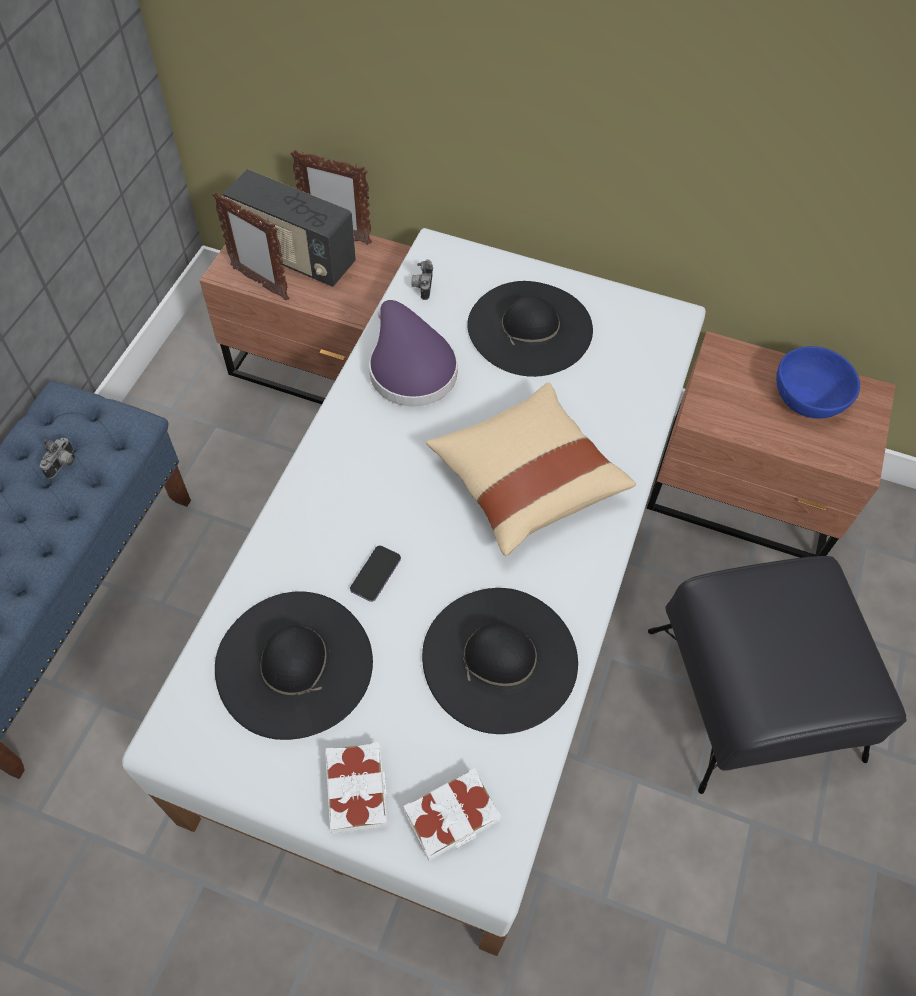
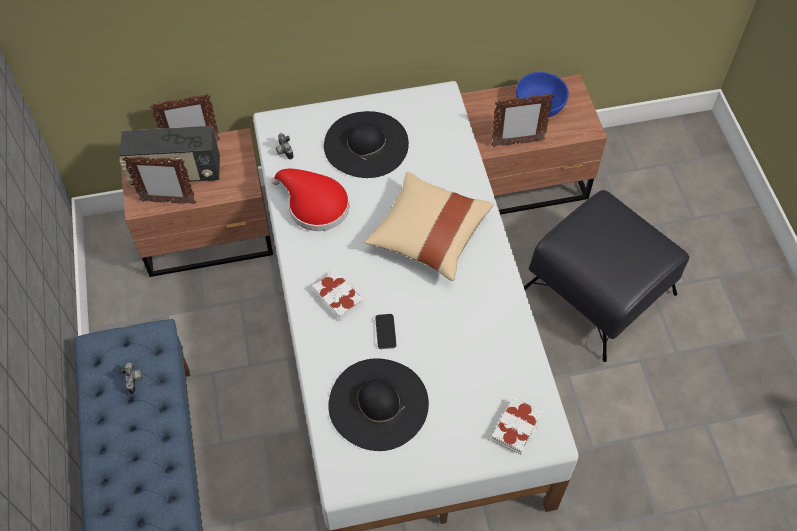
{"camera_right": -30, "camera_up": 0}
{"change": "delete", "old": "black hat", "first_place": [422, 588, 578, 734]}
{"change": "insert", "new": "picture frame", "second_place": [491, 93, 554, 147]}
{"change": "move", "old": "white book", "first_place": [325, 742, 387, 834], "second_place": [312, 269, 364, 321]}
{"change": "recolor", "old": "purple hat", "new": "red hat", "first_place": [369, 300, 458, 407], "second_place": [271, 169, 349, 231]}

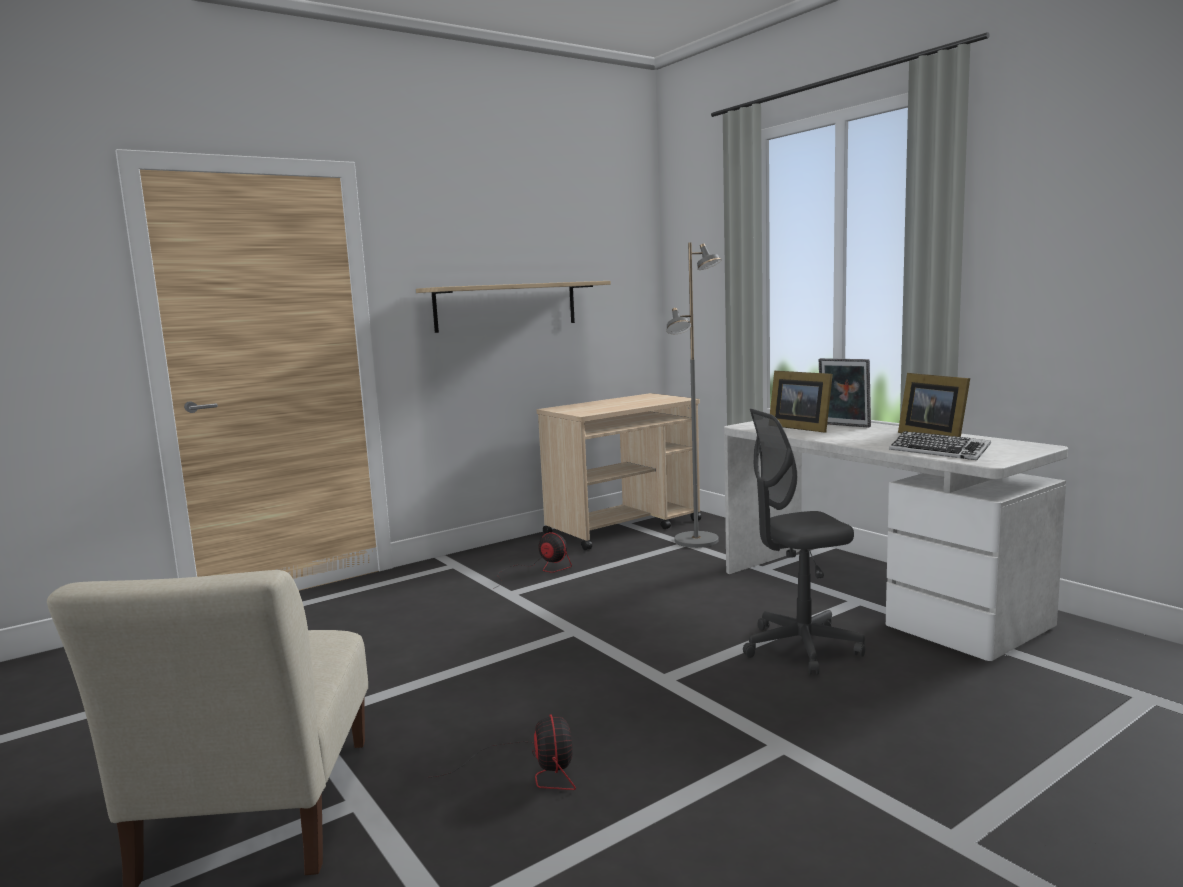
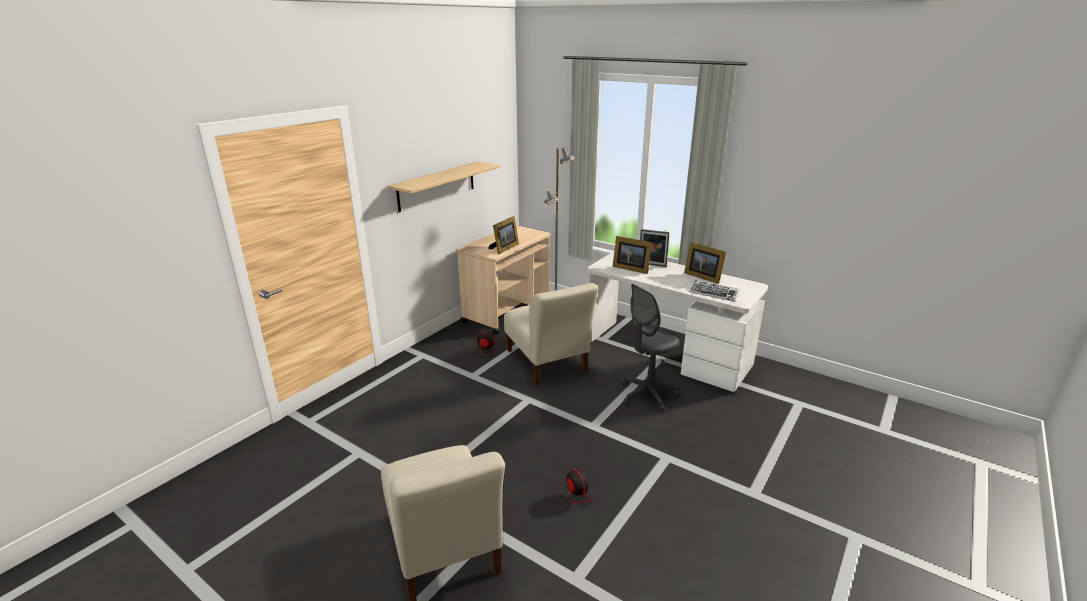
{"camera_right": -20, "camera_up": 15}
{"change": "insert", "new": "picture frame", "second_place": [488, 216, 519, 254]}
{"change": "insert", "new": "beige chair", "second_place": [504, 283, 599, 386]}

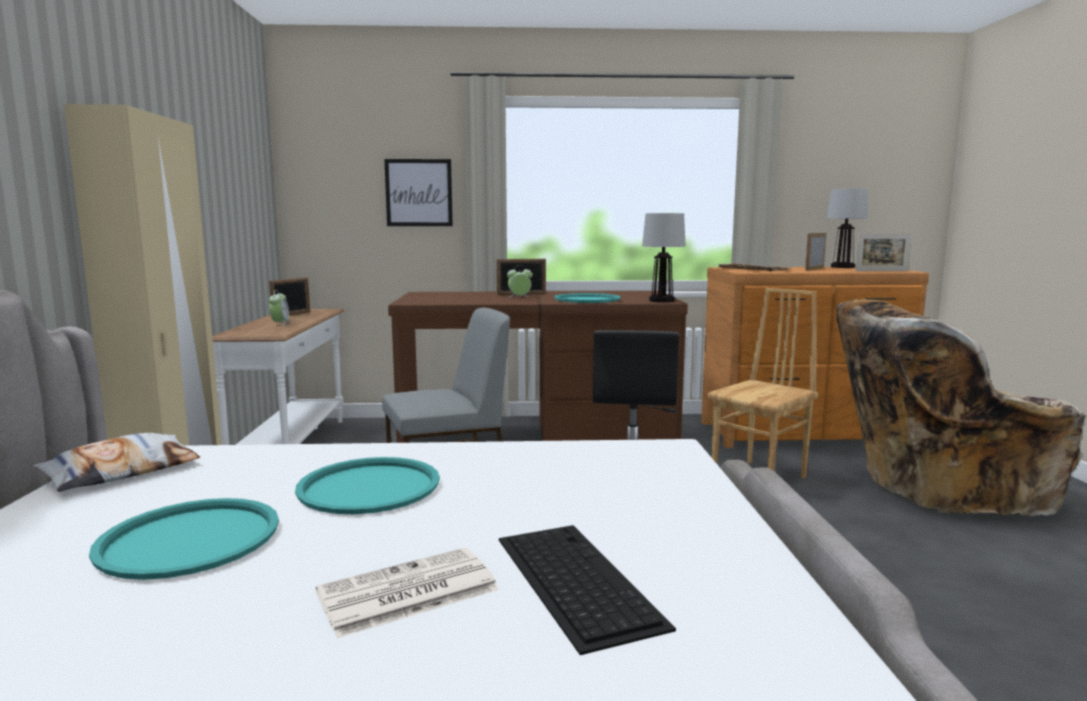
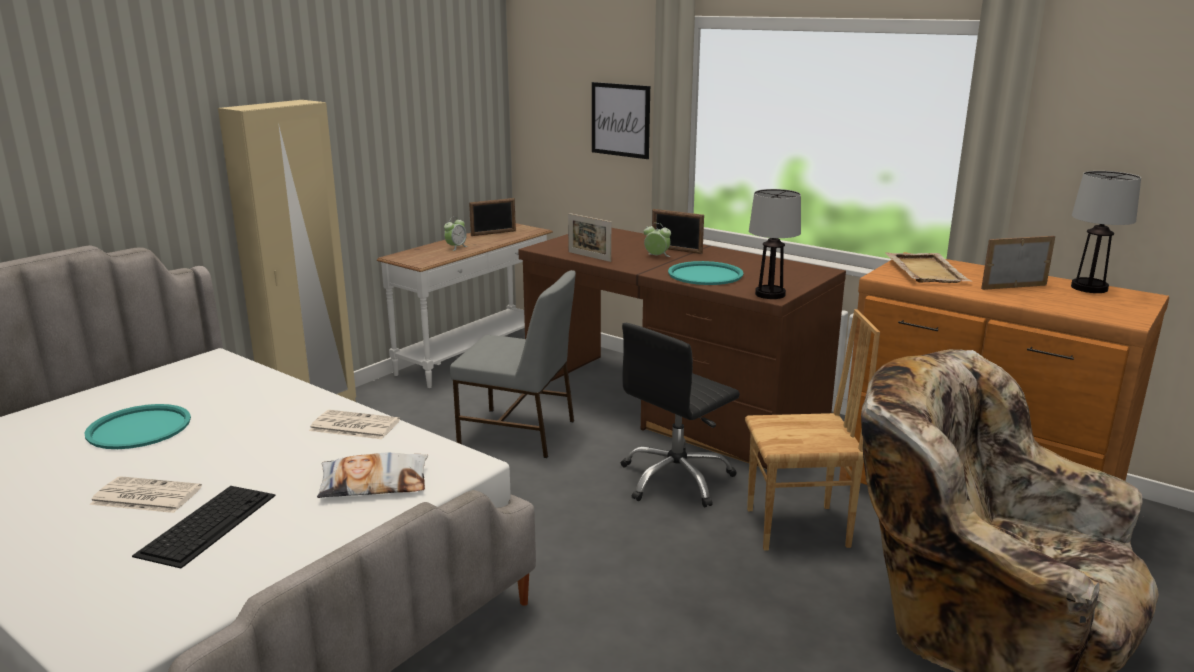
{"camera_right": 40, "camera_up": 10}
{"change": "delete", "old": "turquoise tray", "first_place": [295, 457, 440, 514]}
{"change": "insert", "new": "newspaper", "second_place": [309, 410, 400, 439]}
{"change": "move", "old": "pillow", "first_place": [33, 433, 200, 492], "second_place": [317, 452, 428, 498]}
{"change": "move", "old": "picture frame", "first_place": [855, 233, 912, 271], "second_place": [568, 213, 611, 262]}

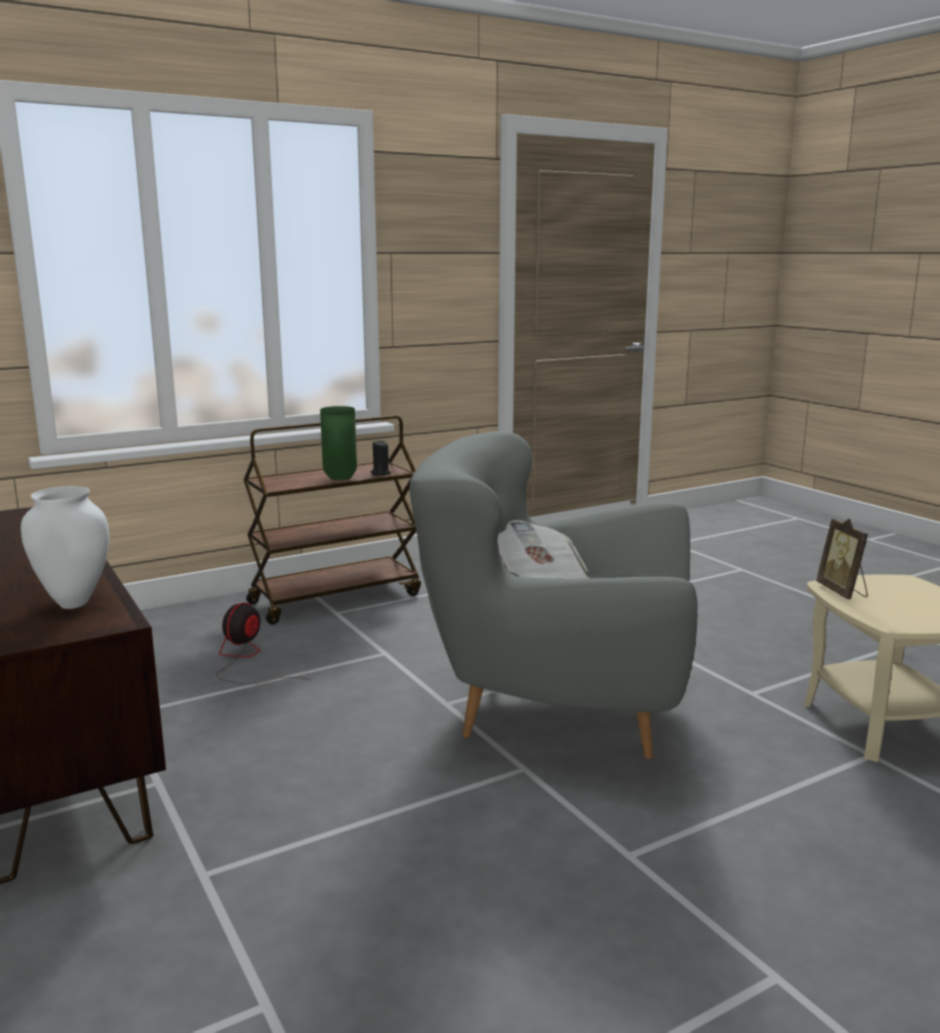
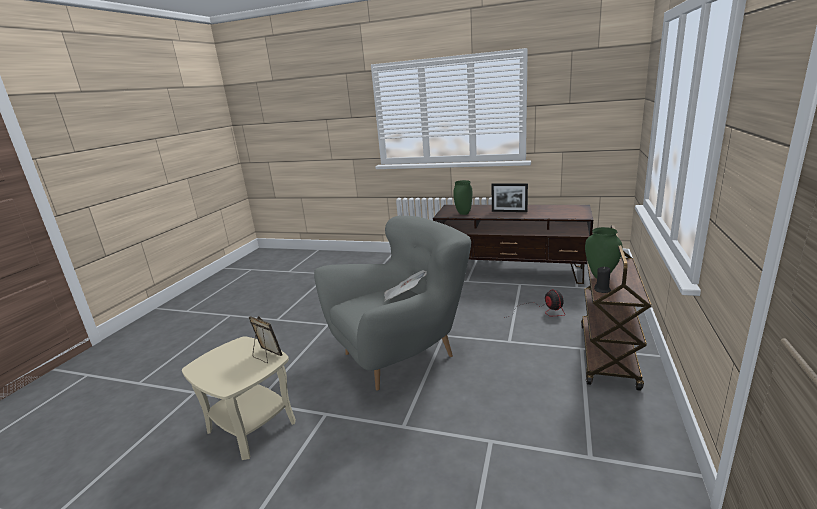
{"camera_right": 140, "camera_up": 5}
{"change": "insert", "new": "picture frame", "second_place": [491, 183, 528, 212]}
{"change": "recolor", "old": "white vase", "new": "green vase", "first_place": [21, 486, 109, 609], "second_place": [453, 180, 472, 215]}

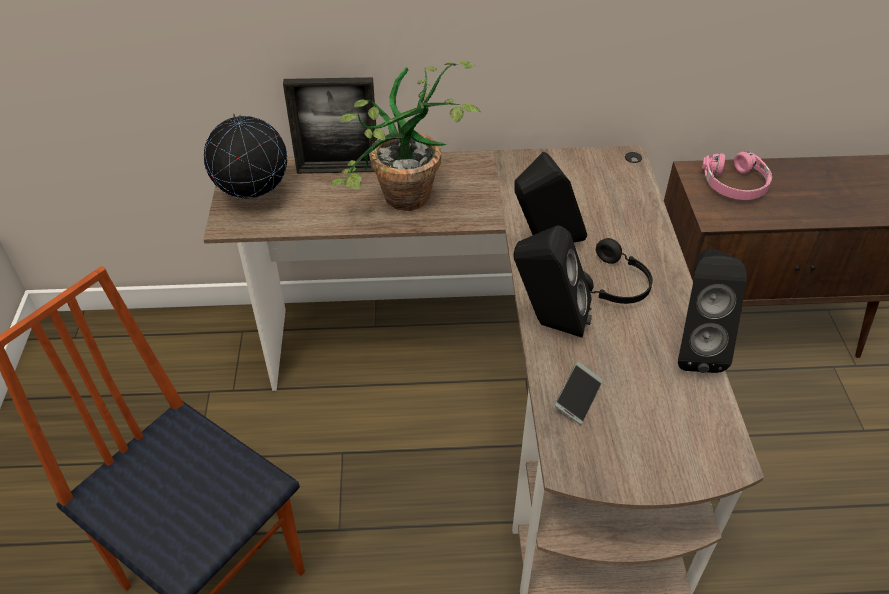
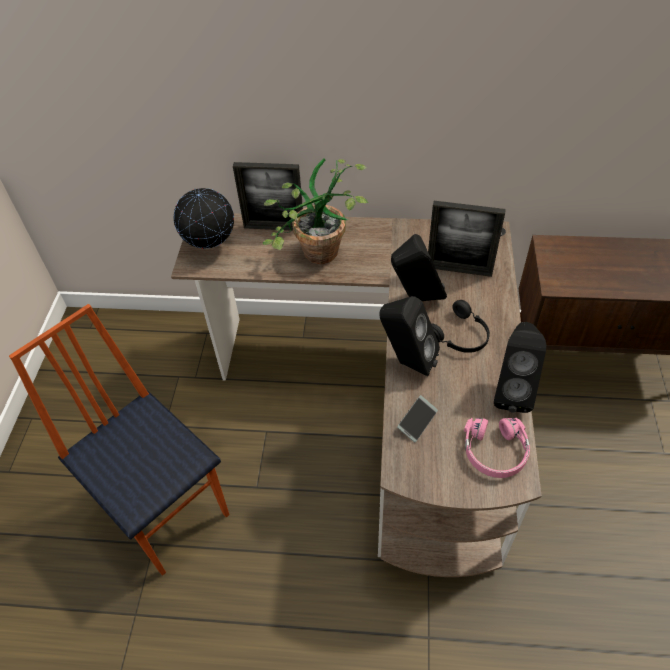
{"camera_right": 10, "camera_up": 5}
{"change": "insert", "new": "picture frame", "second_place": [428, 201, 506, 277]}
{"change": "move", "old": "pink headphones", "first_place": [702, 152, 772, 200], "second_place": [464, 418, 530, 478]}

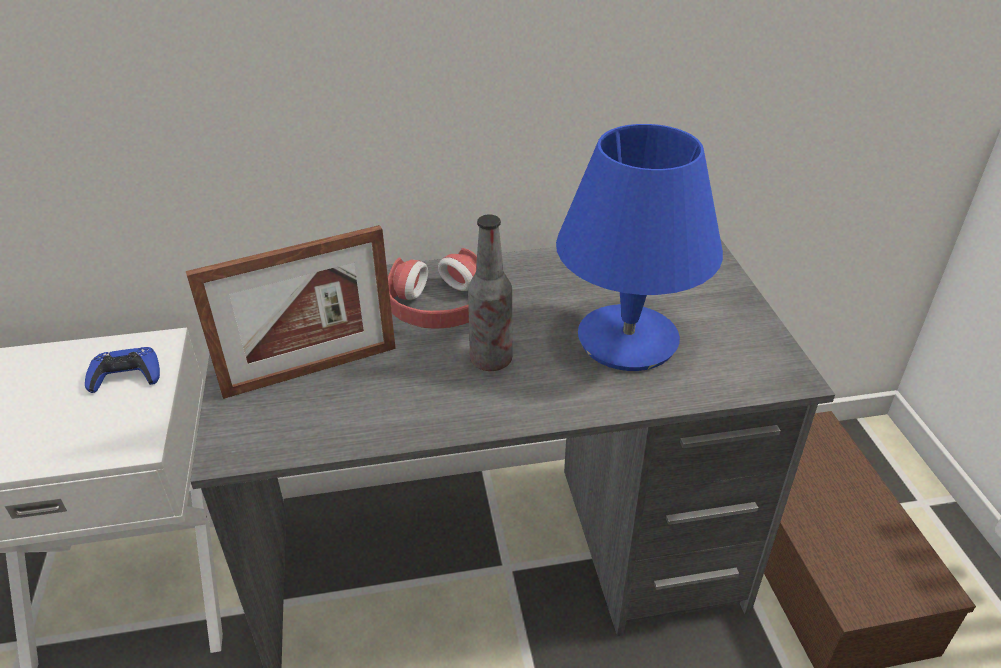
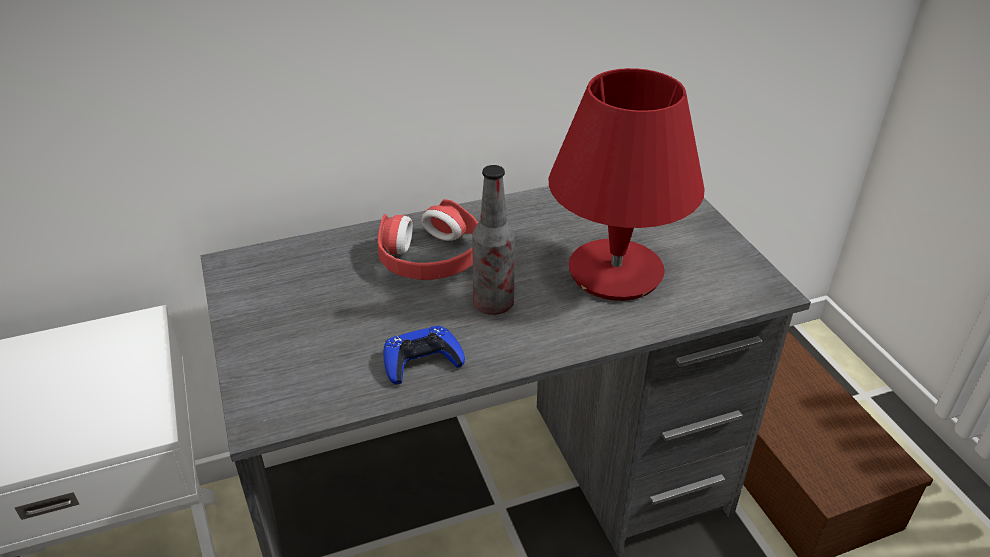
{"camera_right": -10, "camera_up": 0}
{"change": "delete", "old": "picture frame", "first_place": [186, 225, 396, 399]}
{"change": "move", "old": "blue game controller", "first_place": [85, 347, 160, 393], "second_place": [383, 326, 465, 385]}
{"change": "recolor", "old": "blue table lamp", "new": "red table lamp", "first_place": [556, 124, 723, 371], "second_place": [549, 68, 705, 301]}

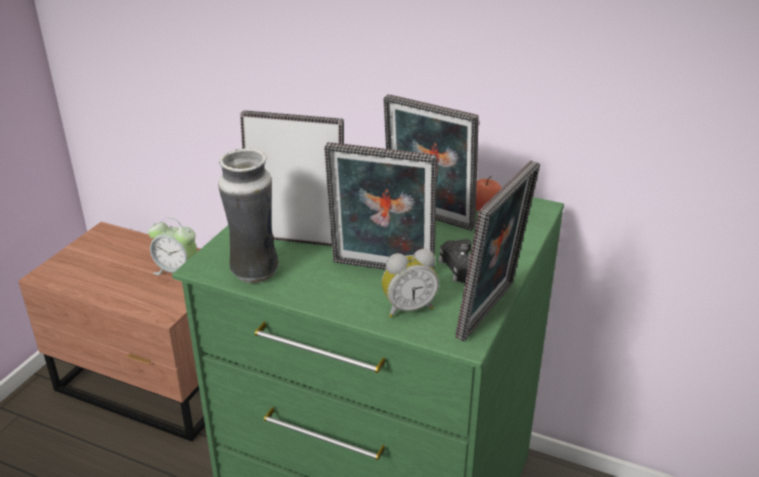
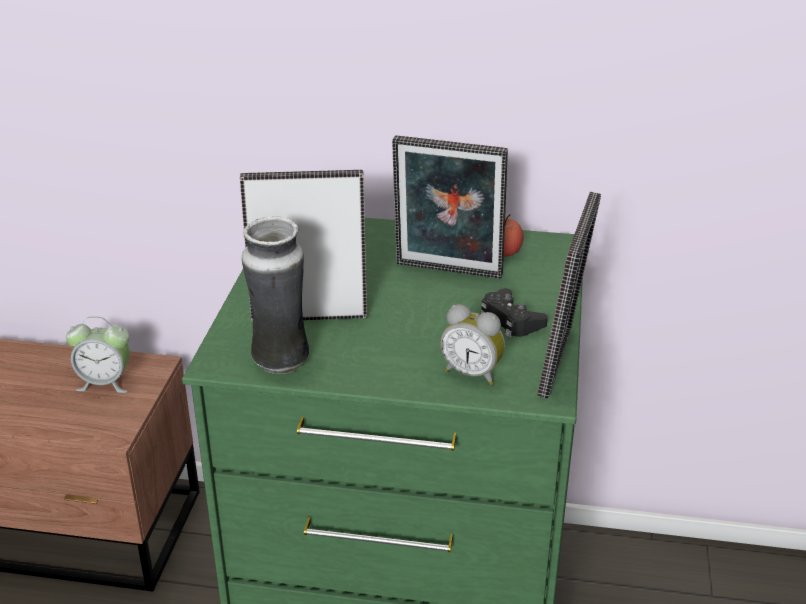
{"camera_right": -15, "camera_up": 0}
{"change": "delete", "old": "picture frame", "first_place": [324, 142, 437, 270]}
{"change": "rotate", "old": "alarm clock", "first_place": [382, 249, 439, 317], "second_place": [440, 304, 505, 385], "degrees": 60}

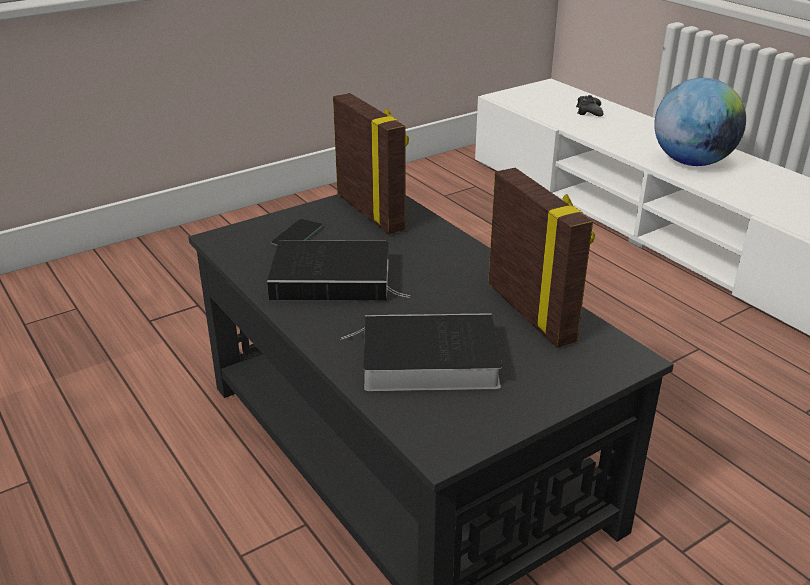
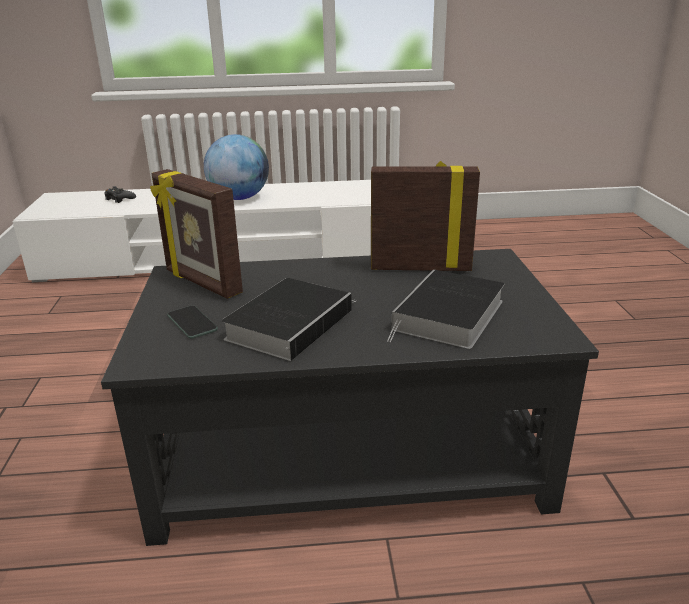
{"camera_right": -60, "camera_up": -5}
{"change": "rotate", "old": "picture frame", "first_place": [333, 93, 409, 234], "second_place": [150, 169, 243, 299], "degrees": -135}

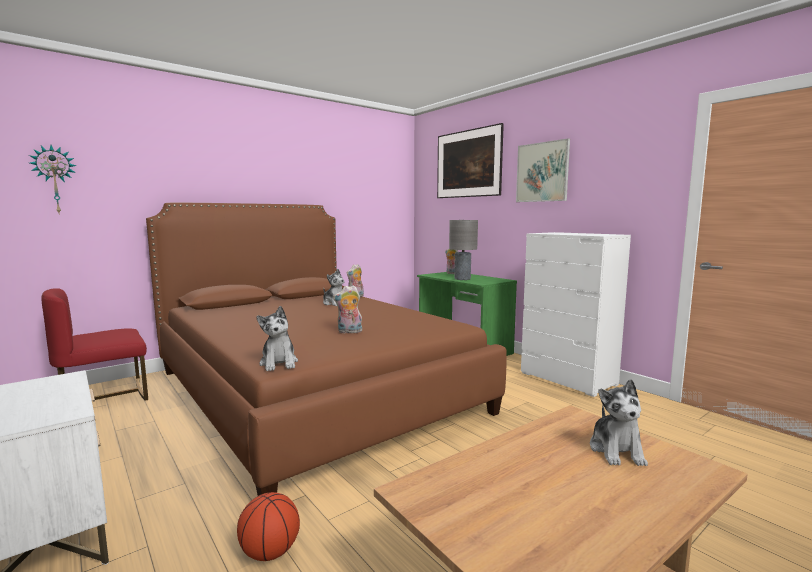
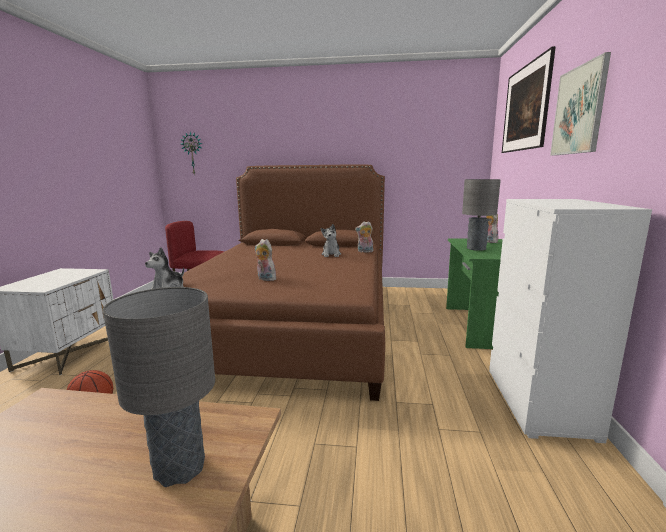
{"camera_right": 45, "camera_up": 5}
{"change": "replace", "old": "plush toy", "new": "grey table lamp", "first_place": [590, 379, 648, 466], "second_place": [103, 287, 215, 487]}

